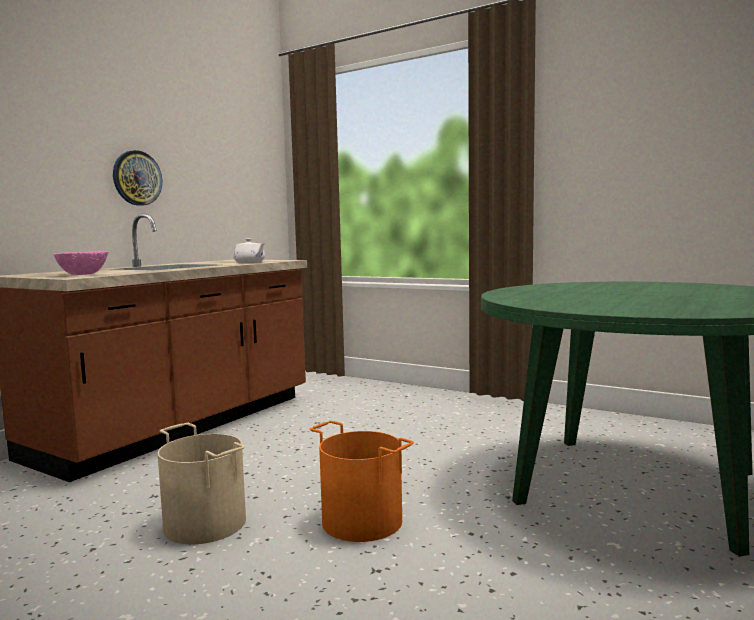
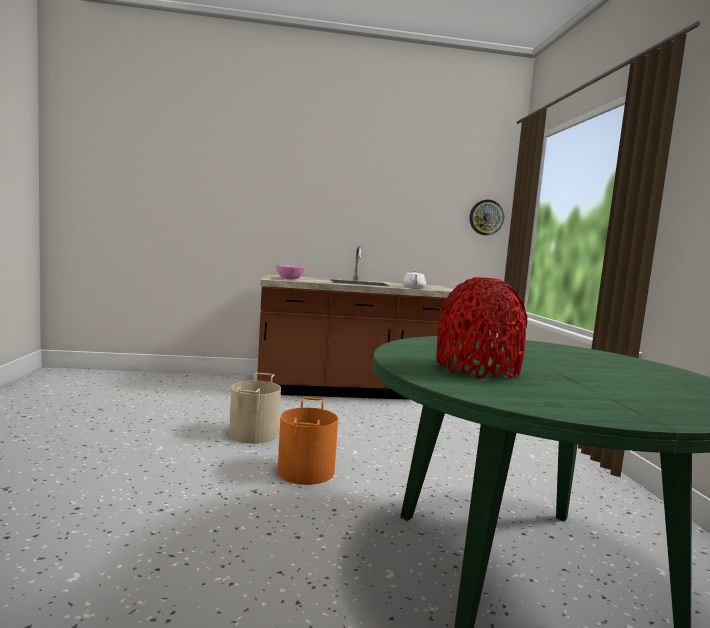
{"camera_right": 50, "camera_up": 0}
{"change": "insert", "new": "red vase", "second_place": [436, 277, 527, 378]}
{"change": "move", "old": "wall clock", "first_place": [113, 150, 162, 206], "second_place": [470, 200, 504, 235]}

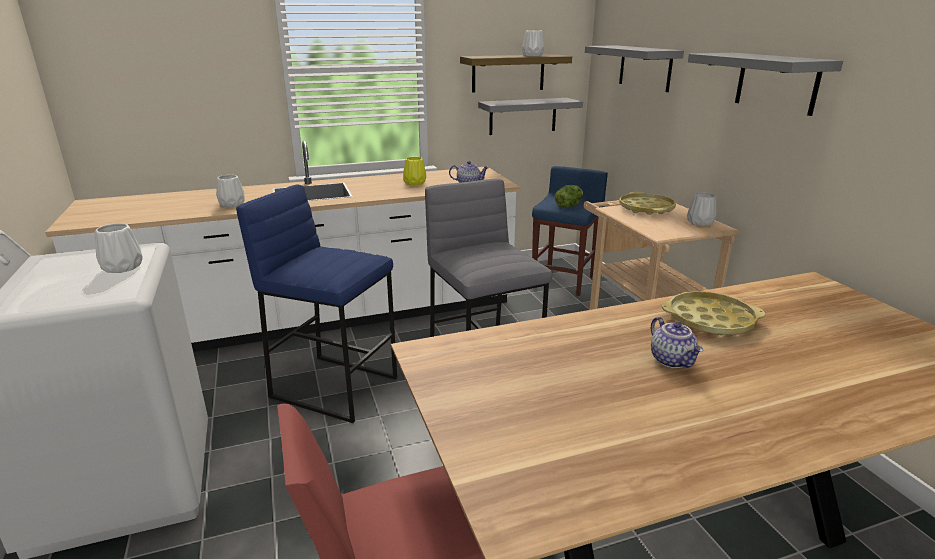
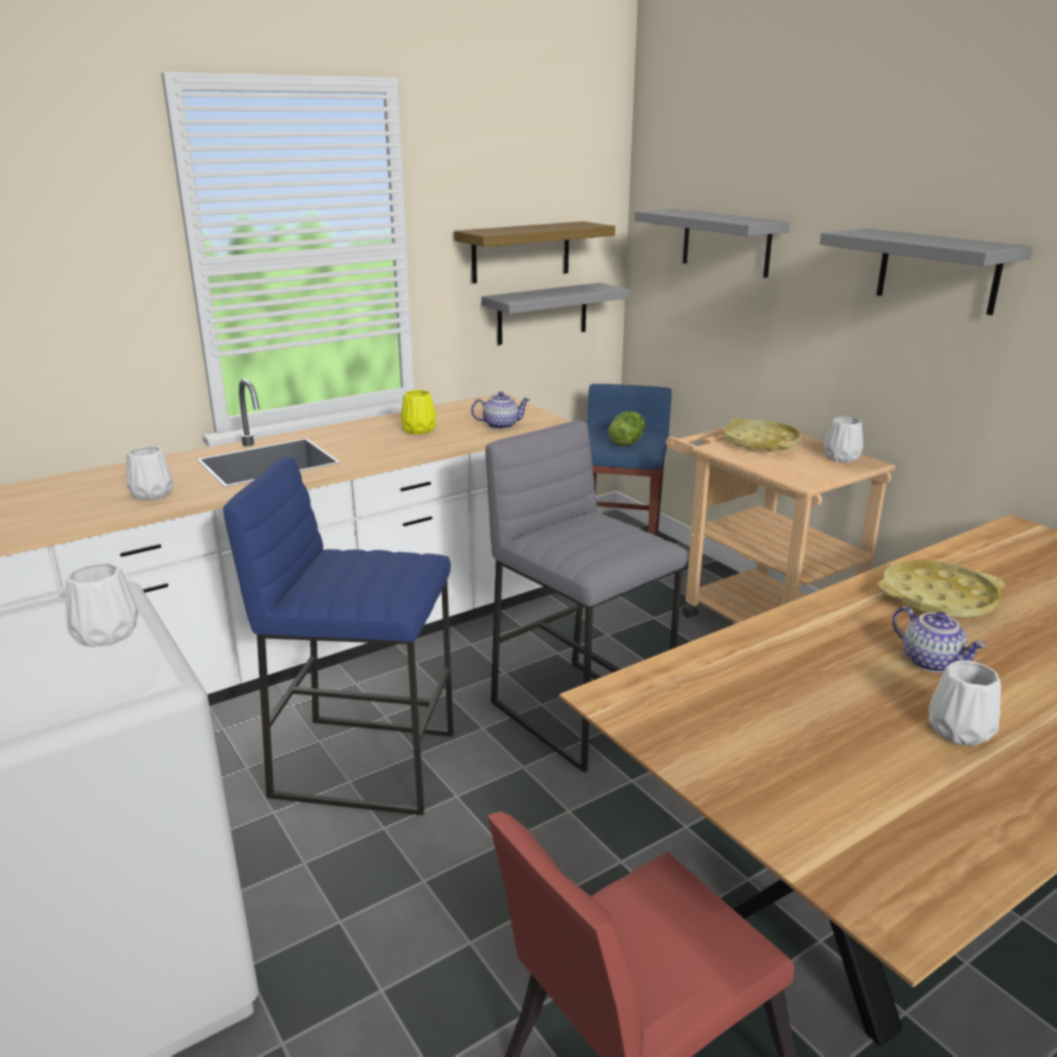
{"camera_right": -15, "camera_up": 0}
{"change": "move", "old": "white vase", "first_place": [522, 30, 544, 56], "second_place": [928, 660, 1001, 746]}

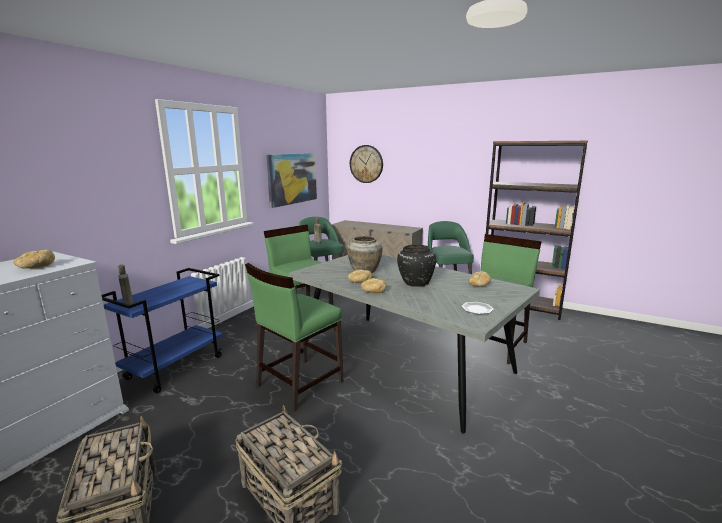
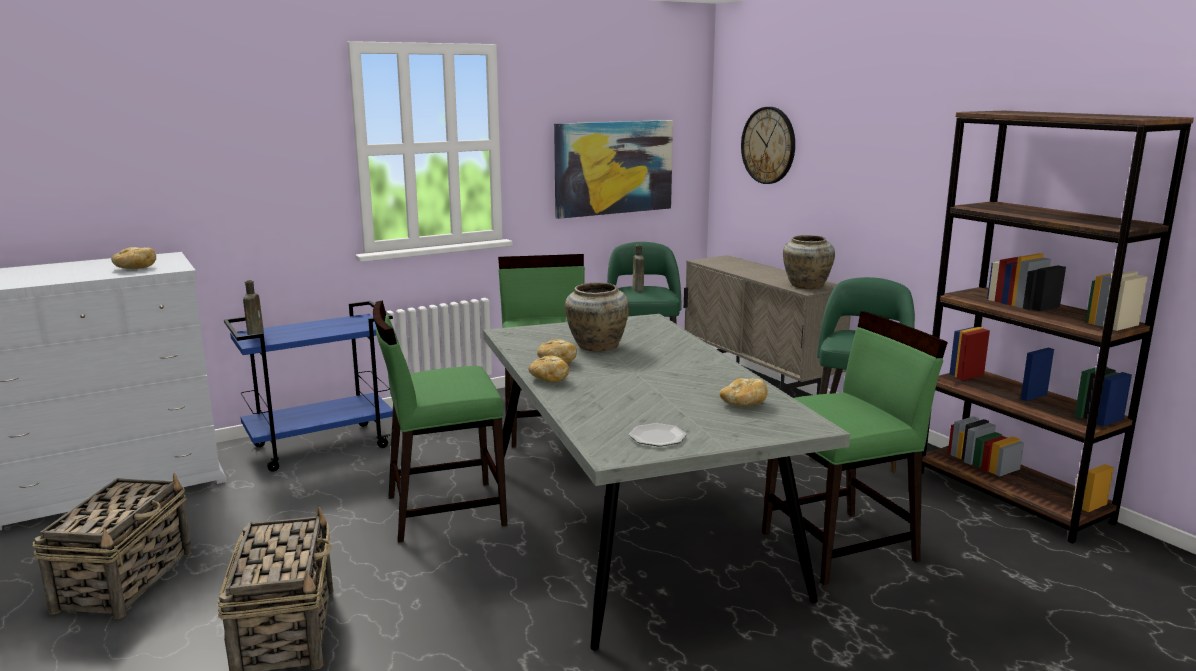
{"camera_right": 30, "camera_up": 0}
{"change": "delete", "old": "black vase", "first_place": [397, 244, 437, 287]}
{"change": "insert", "new": "beige vase", "second_place": [783, 235, 835, 289]}

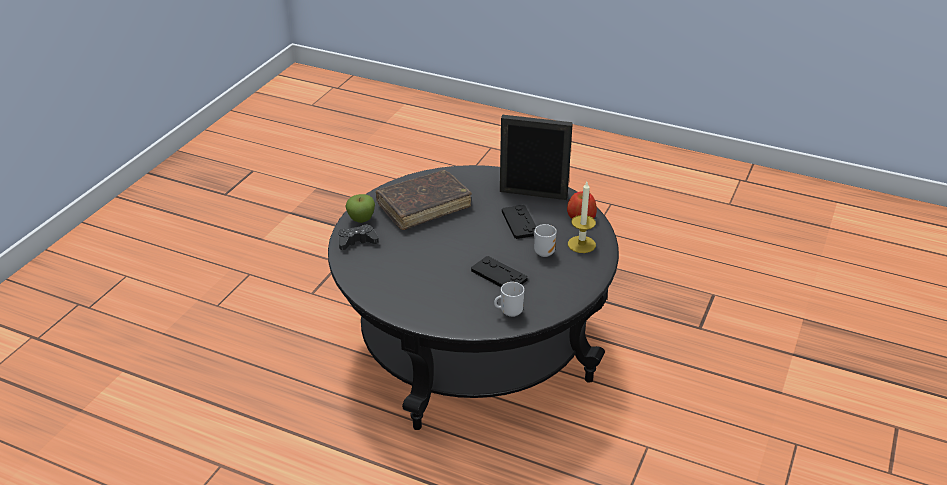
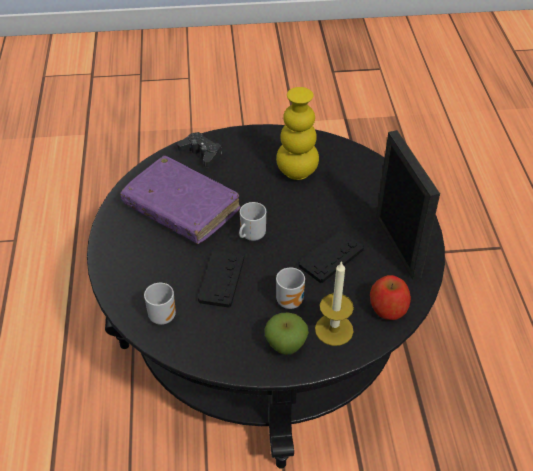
{"camera_right": 60, "camera_up": 10}
{"change": "insert", "new": "purple book", "second_place": [120, 156, 240, 244]}
{"change": "insert", "new": "mug", "second_place": [239, 202, 266, 241]}
{"change": "move", "old": "apple", "first_place": [345, 194, 375, 223], "second_place": [265, 313, 309, 355]}
{"change": "replace", "old": "brown book", "new": "yellow vase", "first_place": [376, 170, 472, 230], "second_place": [276, 87, 319, 180]}

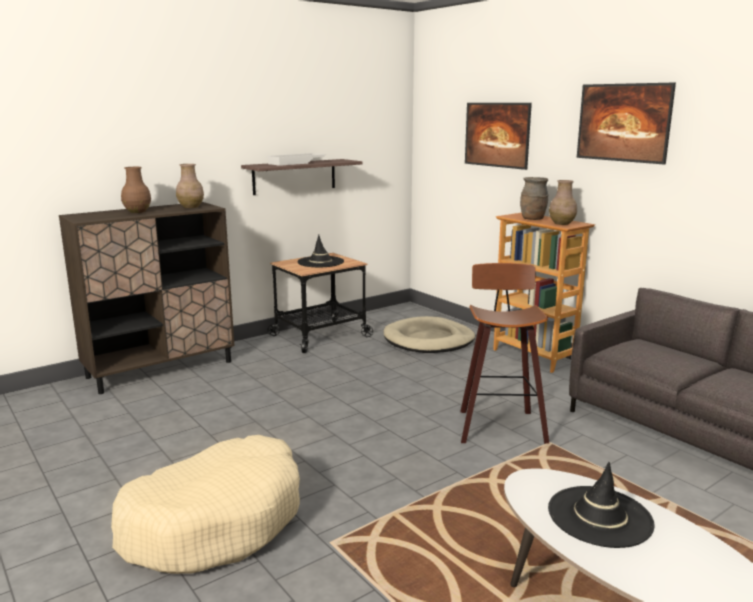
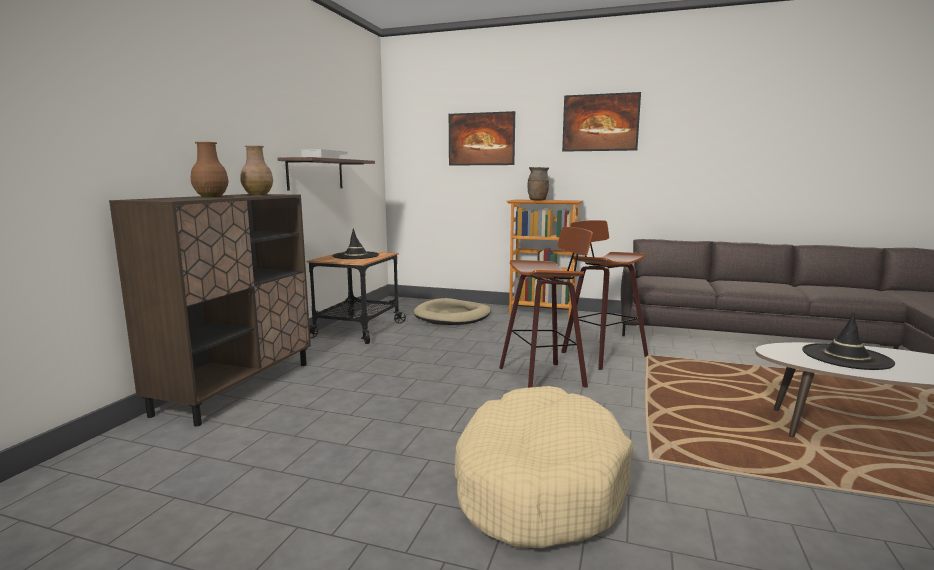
{"camera_right": -35, "camera_up": -5}
{"change": "delete", "old": "brown vase", "first_place": [549, 180, 577, 225]}
{"change": "insert", "new": "stool", "second_place": [499, 227, 593, 388]}

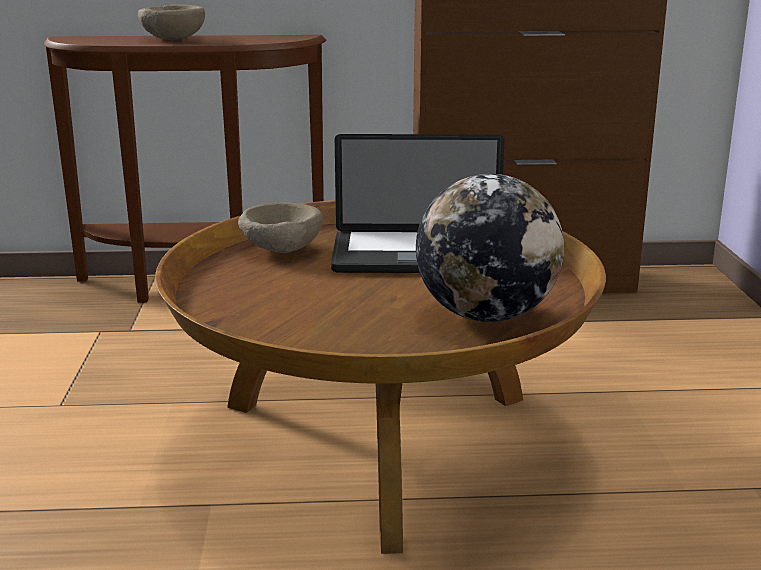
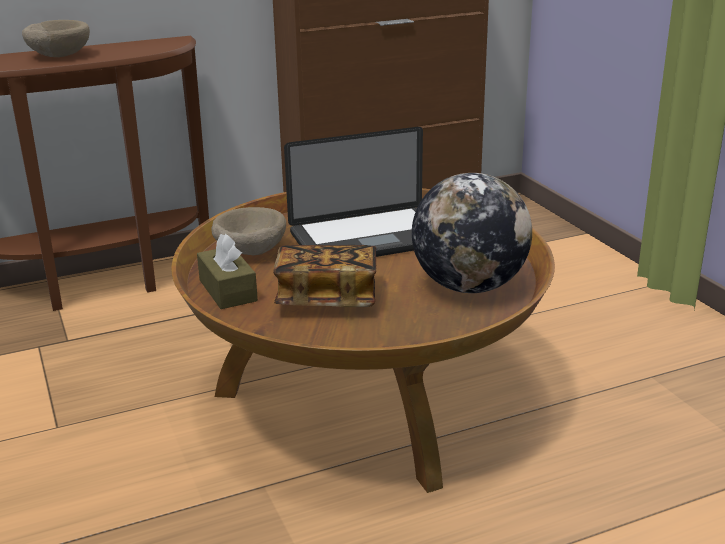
{"camera_right": -20, "camera_up": 5}
{"change": "insert", "new": "brown tissue box", "second_place": [197, 233, 258, 309]}
{"change": "insert", "new": "book", "second_place": [273, 245, 376, 307]}

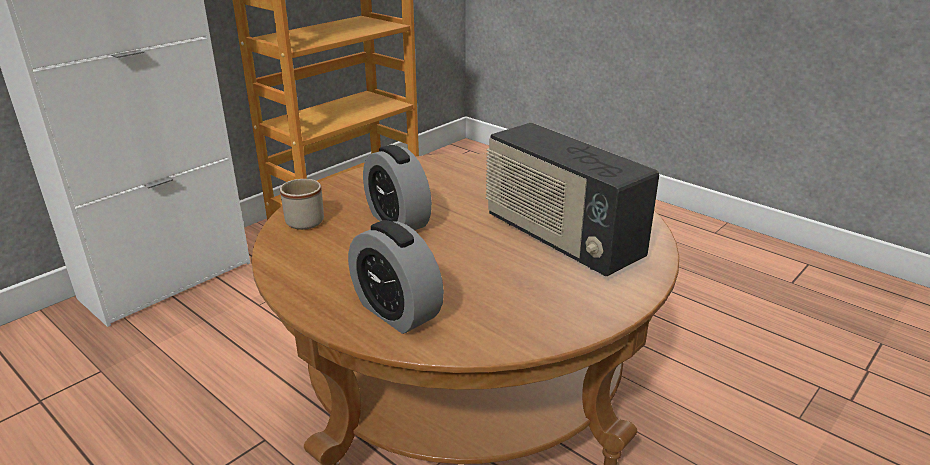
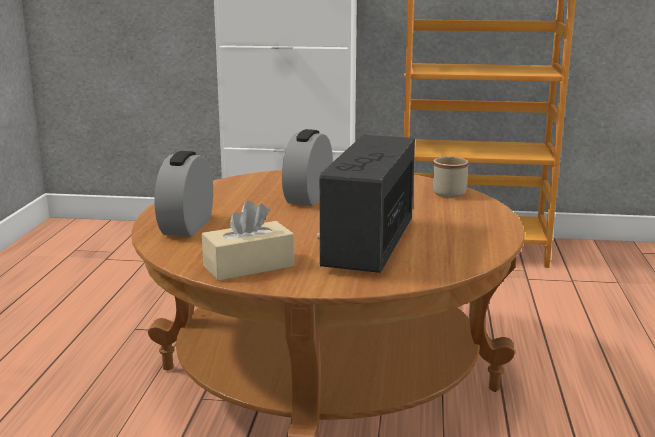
{"camera_right": 55, "camera_up": -10}
{"change": "insert", "new": "beige tissue box", "second_place": [202, 201, 294, 281]}
{"change": "move", "old": "beige mug", "first_place": [280, 179, 324, 230], "second_place": [433, 157, 468, 198]}

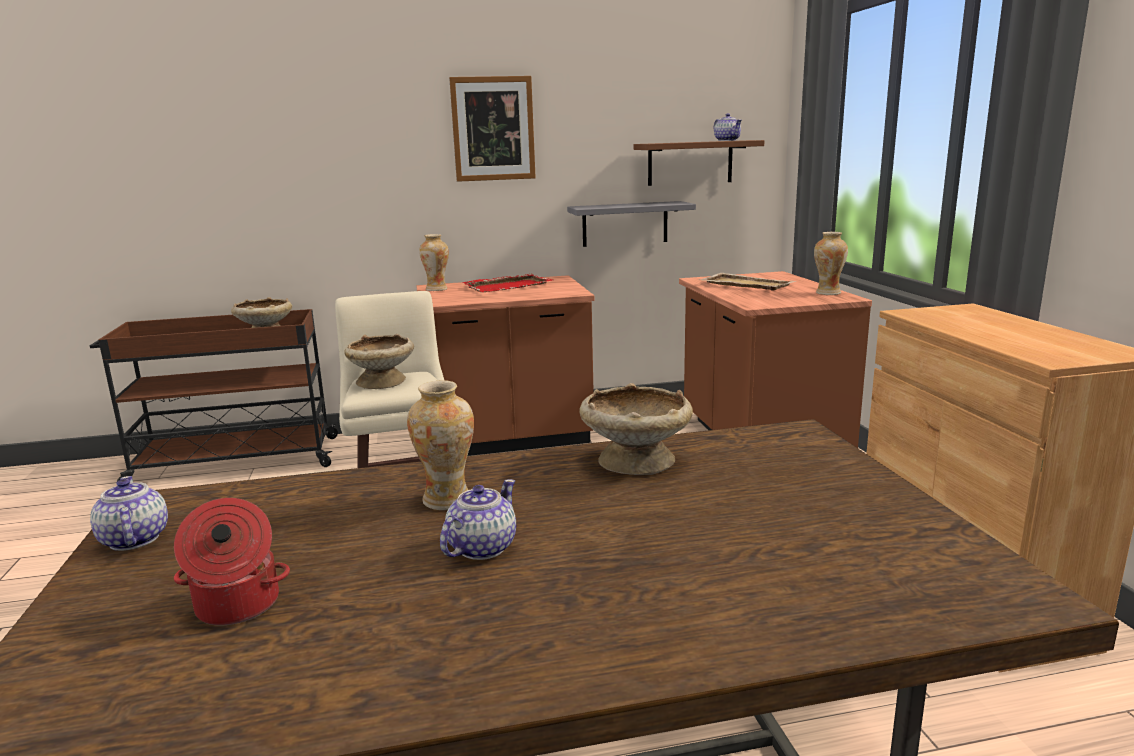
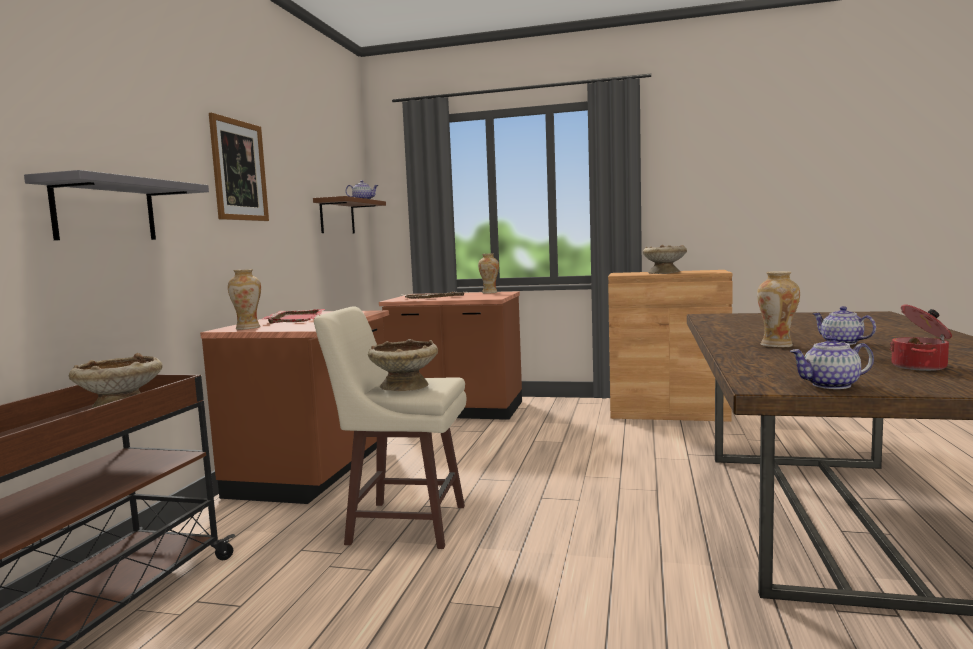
{"camera_right": -65, "camera_up": -10}
{"change": "move", "old": "grey shelf", "first_place": [567, 201, 696, 247], "second_place": [24, 170, 209, 240]}
{"change": "move", "old": "beige bowl", "first_place": [579, 383, 693, 475], "second_place": [643, 245, 687, 274]}

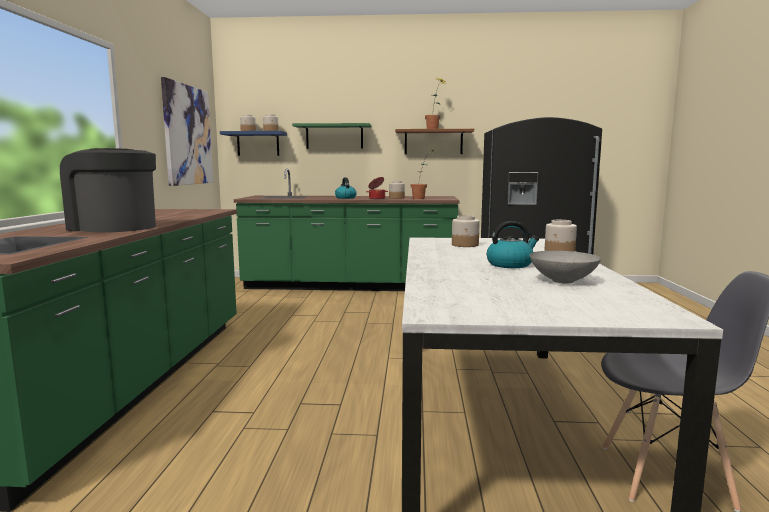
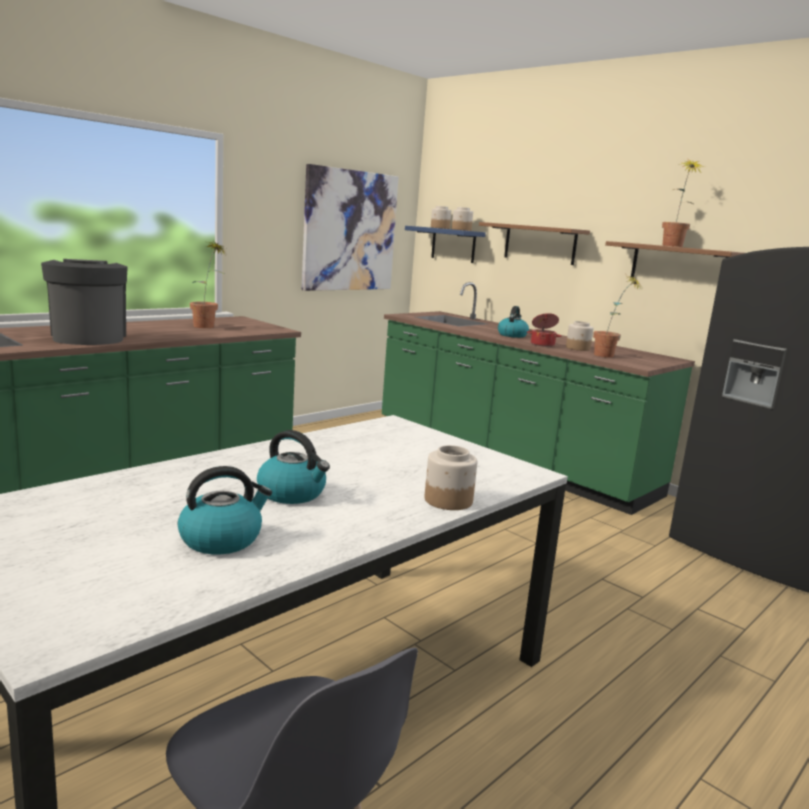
{"camera_right": 40, "camera_up": 5}
{"change": "delete", "old": "jar", "first_place": [452, 215, 480, 247]}
{"change": "insert", "new": "potted plant", "second_place": [190, 241, 225, 328]}
{"change": "replace", "old": "grey bowl", "new": "kettle", "first_place": [530, 251, 601, 283], "second_place": [178, 466, 272, 554]}
{"change": "recolor", "old": "green shelf", "new": "brown shelf", "first_place": [292, 123, 372, 149], "second_place": [479, 222, 590, 265]}

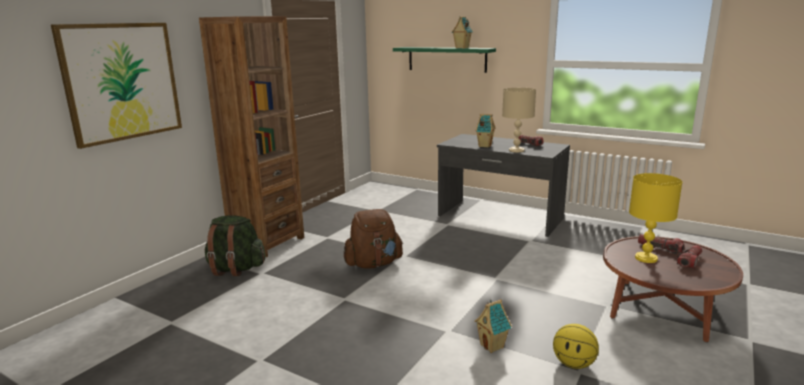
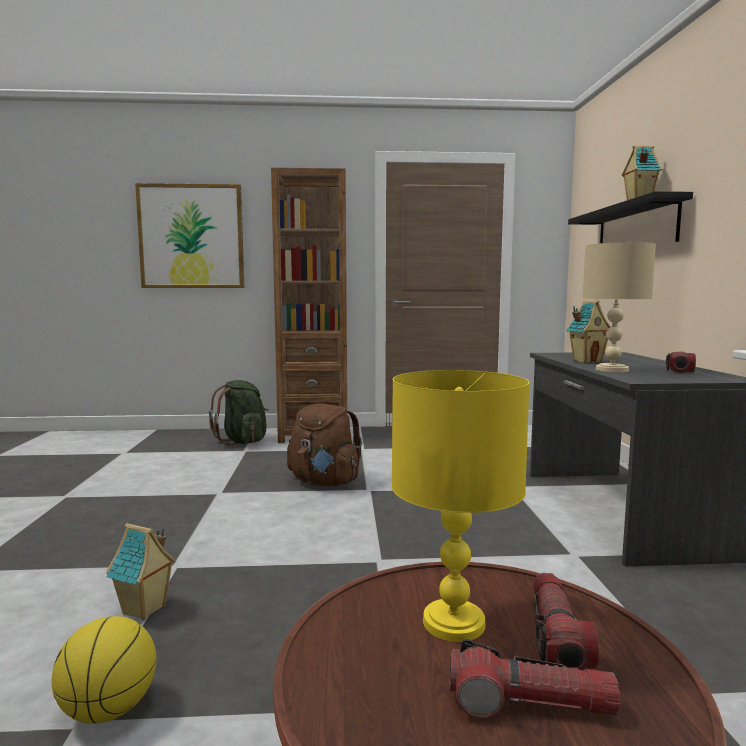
{"camera_right": 55, "camera_up": -10}
{"change": "recolor", "old": "green shelf", "new": "black shelf", "first_place": [393, 47, 496, 73], "second_place": [568, 191, 693, 243]}

